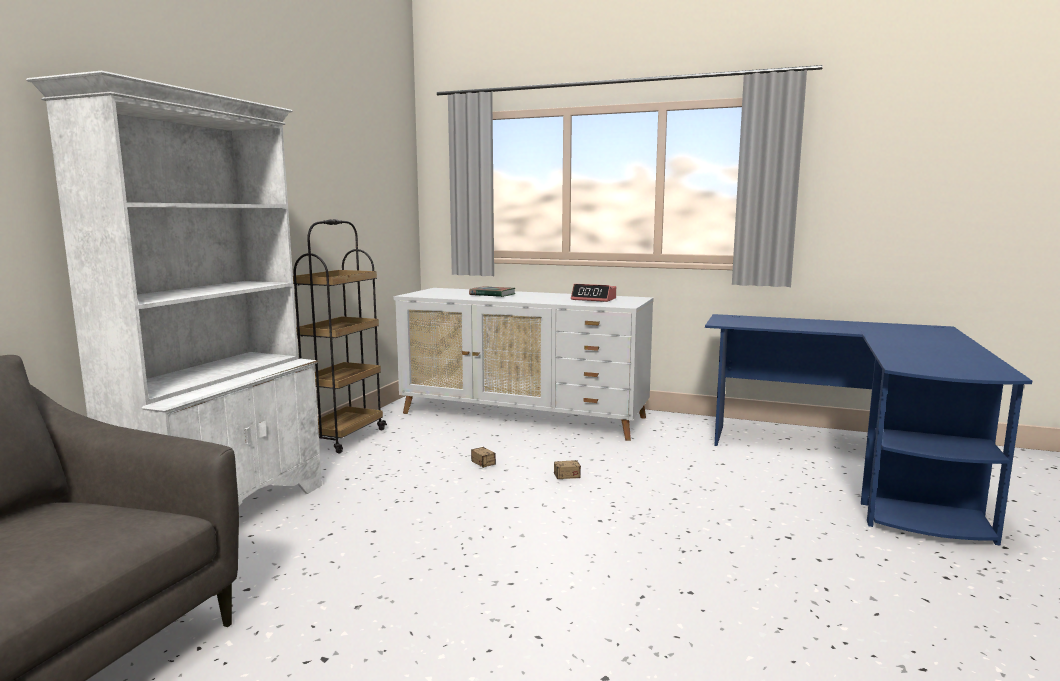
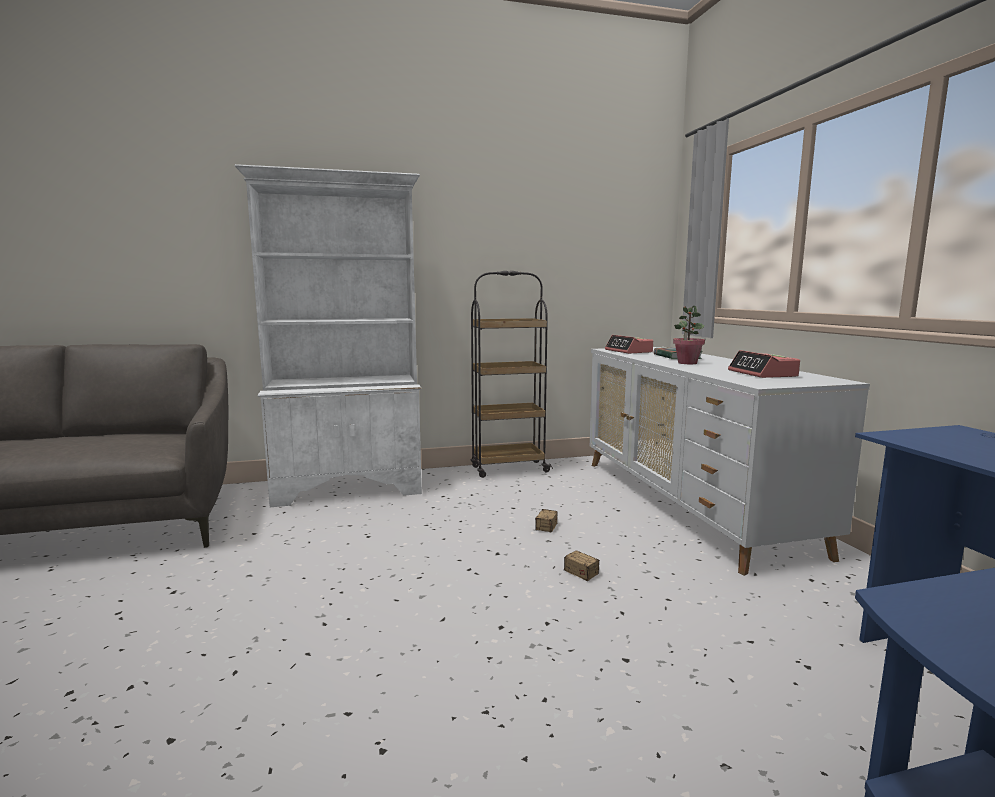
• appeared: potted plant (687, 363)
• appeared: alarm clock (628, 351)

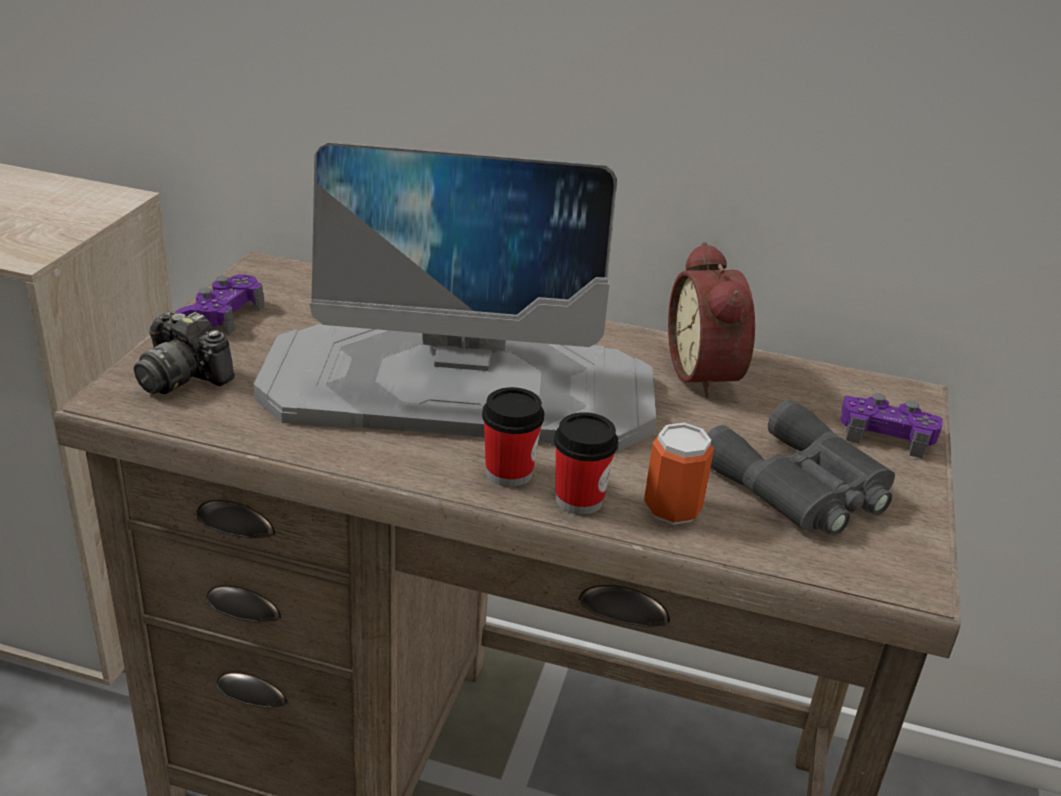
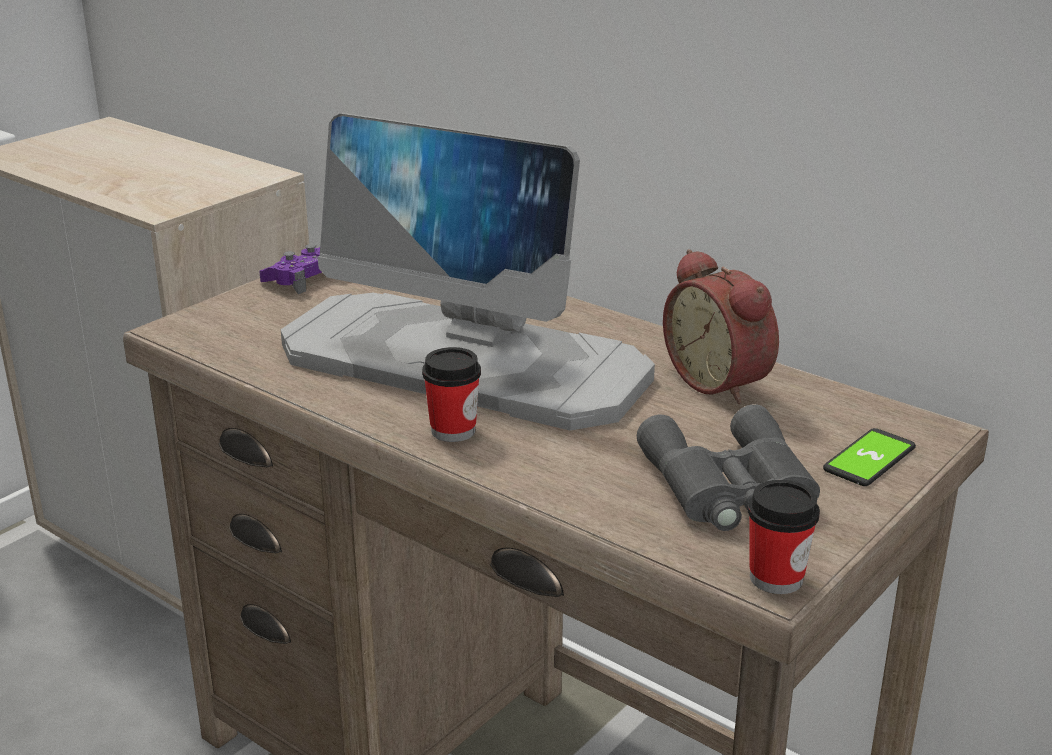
• spun: alarm clock (708, 373) = (721, 381) 45 degrees counterclockwise
• missing: photo camera (183, 376)
• exchanged: game controller (purple) (886, 433) to phone (869, 459)
• relocated: cup (579, 499) to (776, 578)
• missing: can (672, 508)

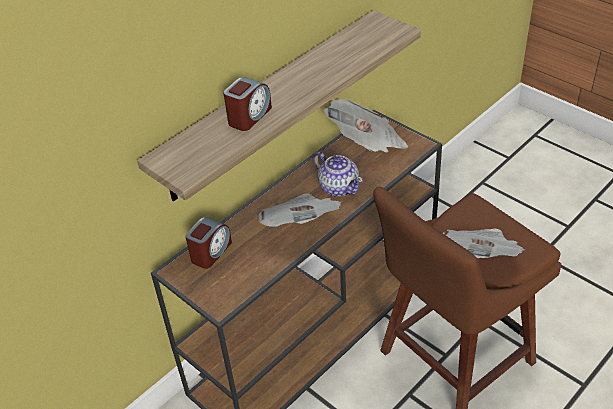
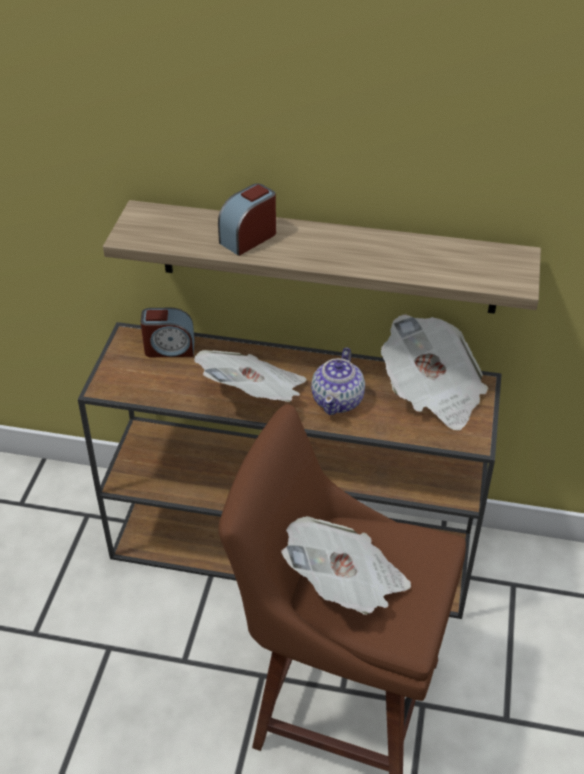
• spun: alarm clock (249, 116) = (248, 238) 135 degrees clockwise

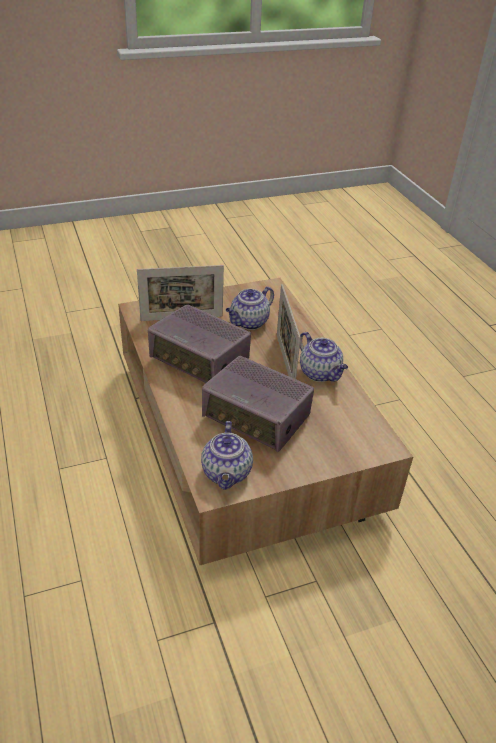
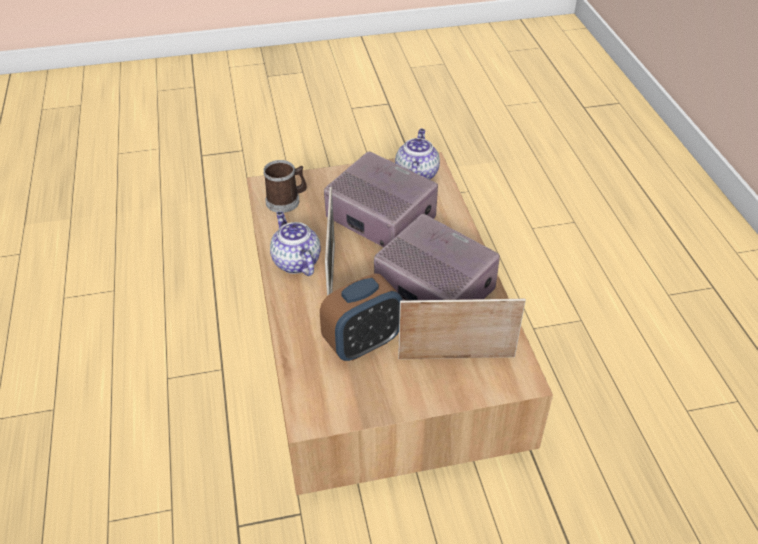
• exchanged: teapot (249, 323) to alarm clock (362, 343)
• appeared: mug (286, 201)

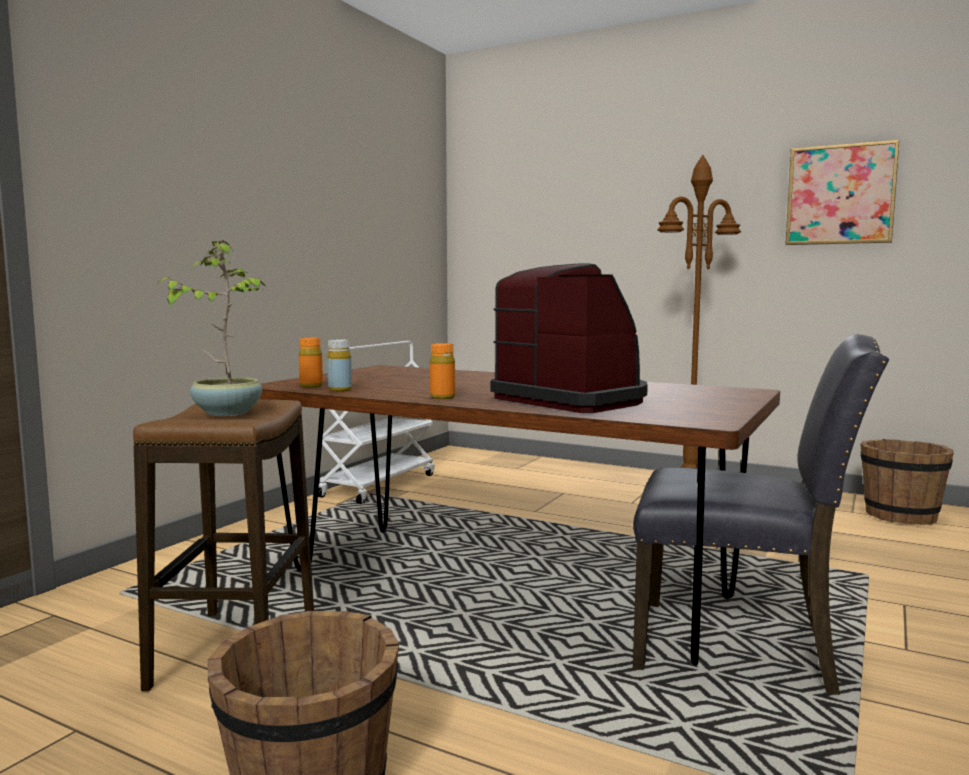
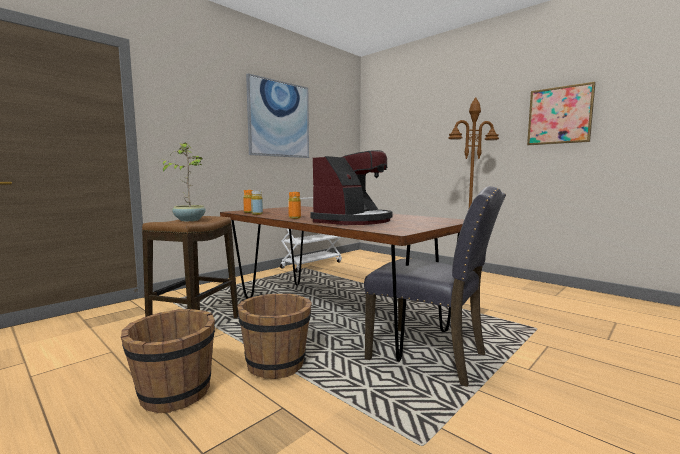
• spun: coffee machine (573, 400) = (353, 221) 60 degrees clockwise
• relocated: bucket (brown) (900, 516) to (276, 364)
• appeared: picture (279, 119)

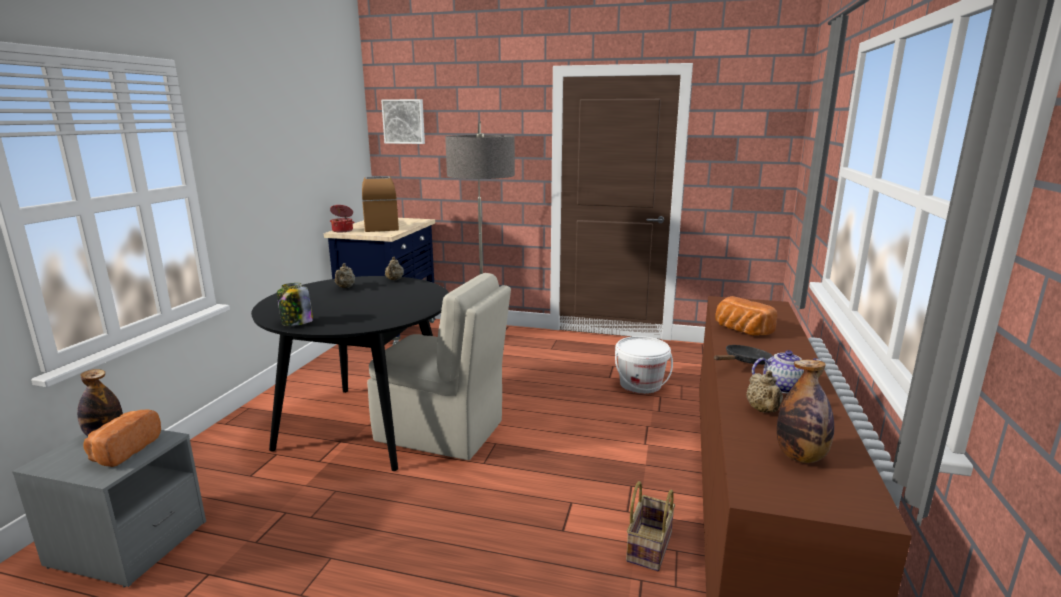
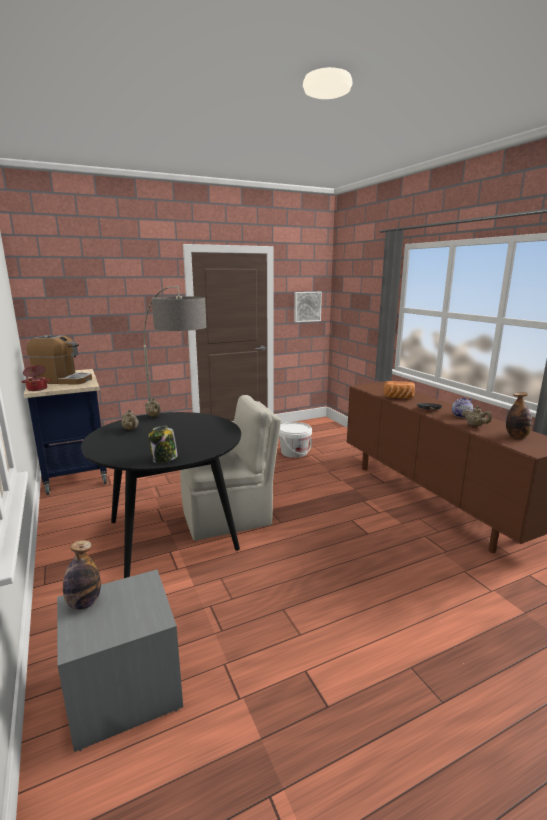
• relocated: picture (404, 121) to (307, 306)
• spun: coffee machine (381, 226) = (63, 380) 150 degrees clockwise
• missing: bread (123, 451)
• missing: basket (648, 545)

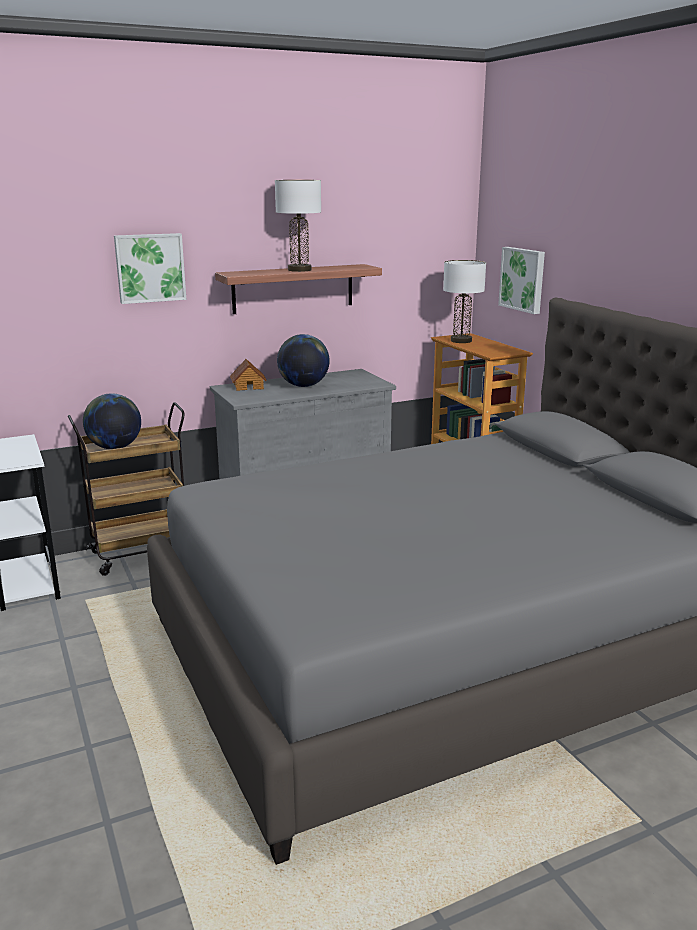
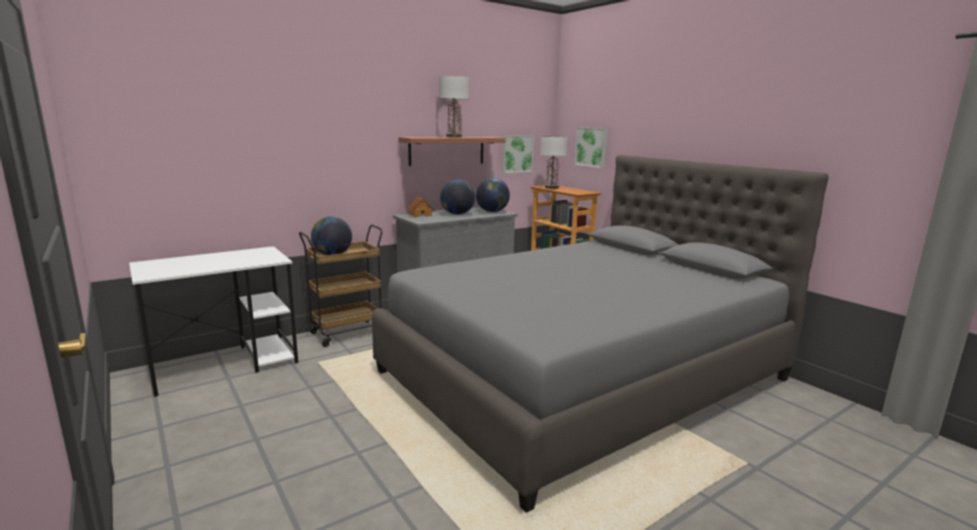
• relocated: picture (150, 268) to (516, 153)
• appeared: globe (492, 211)

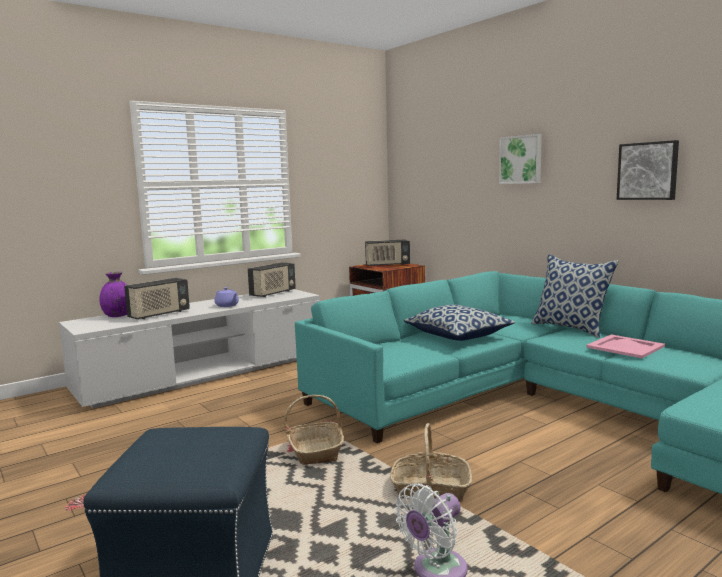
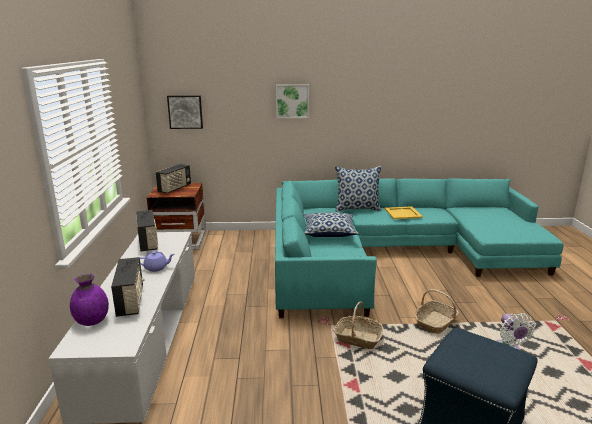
• relocated: picture (648, 171) to (185, 111)
• colour: tray (pink) (626, 347) to tray (yellow) (403, 213)

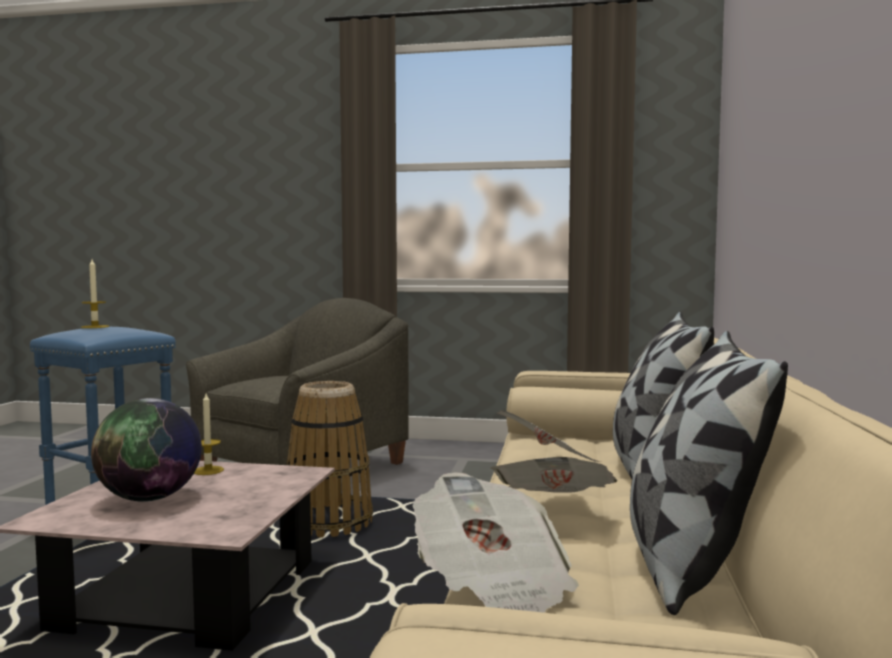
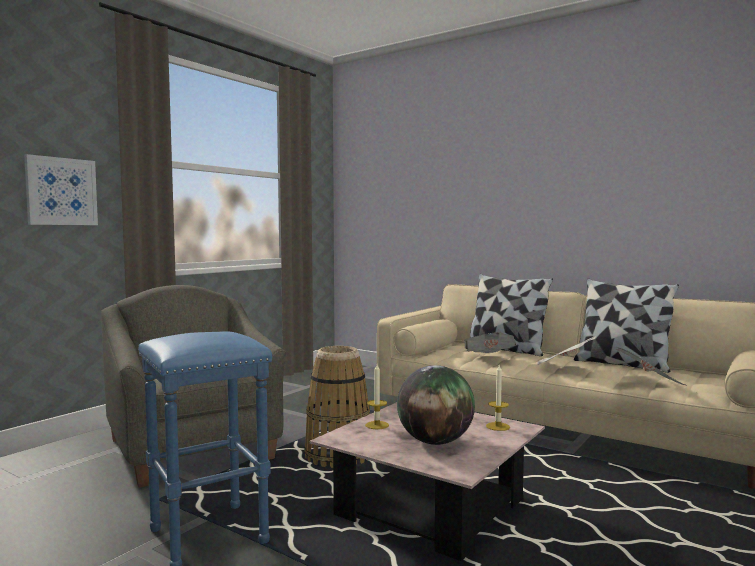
• relocated: candle (95, 327) to (498, 426)
• appeared: picture (61, 191)

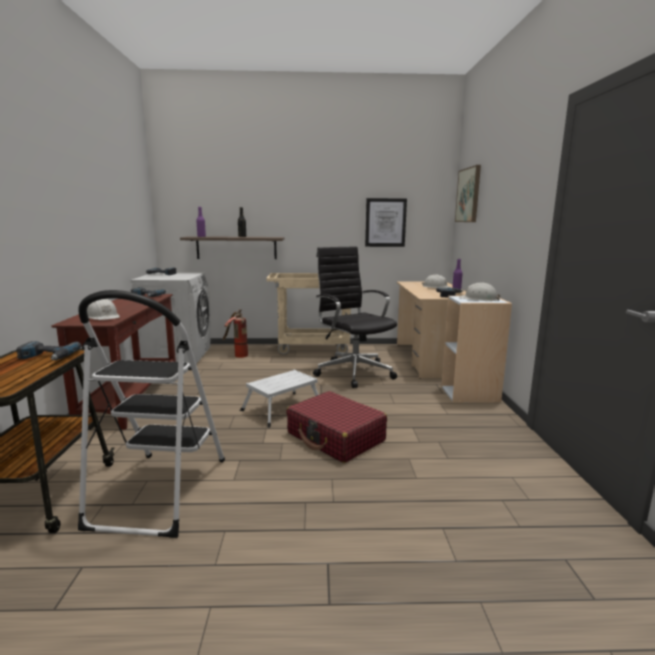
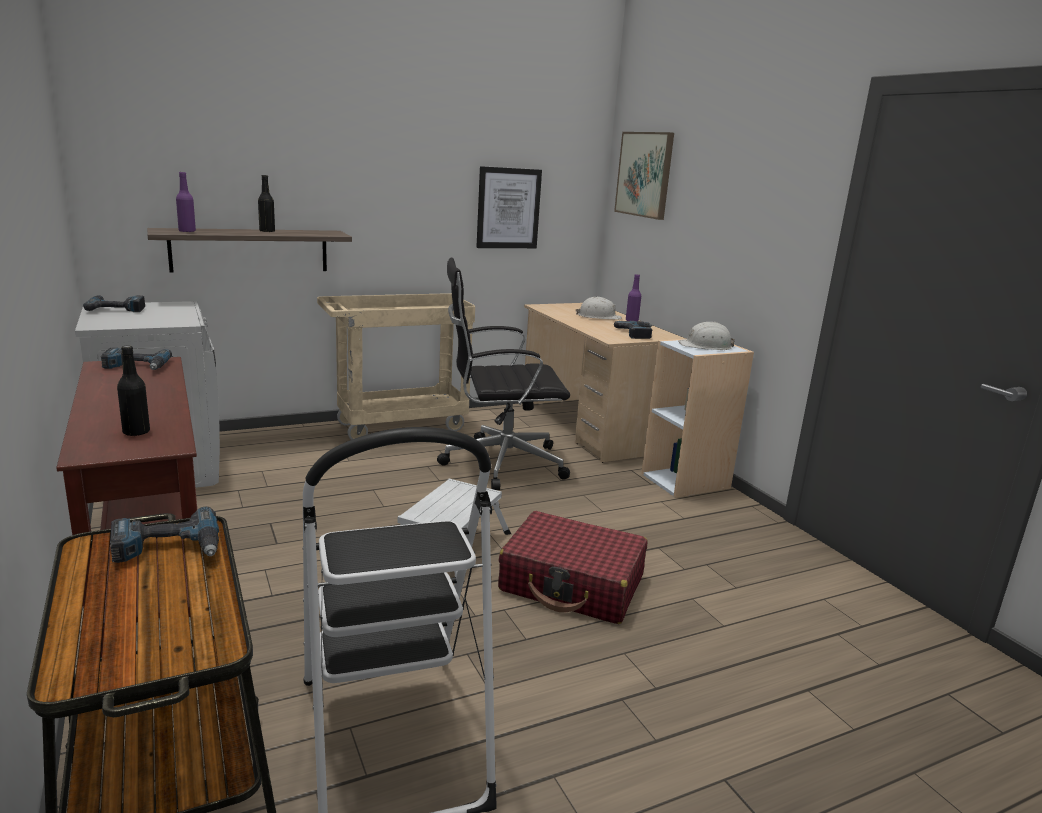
• spun: office chair (black) (353, 372) = (500, 463) 45 degrees counterclockwise
• exchanged: hard hat (white) (102, 317) to bottle (black) (136, 432)
• missing: fire extinguisher (236, 355)

